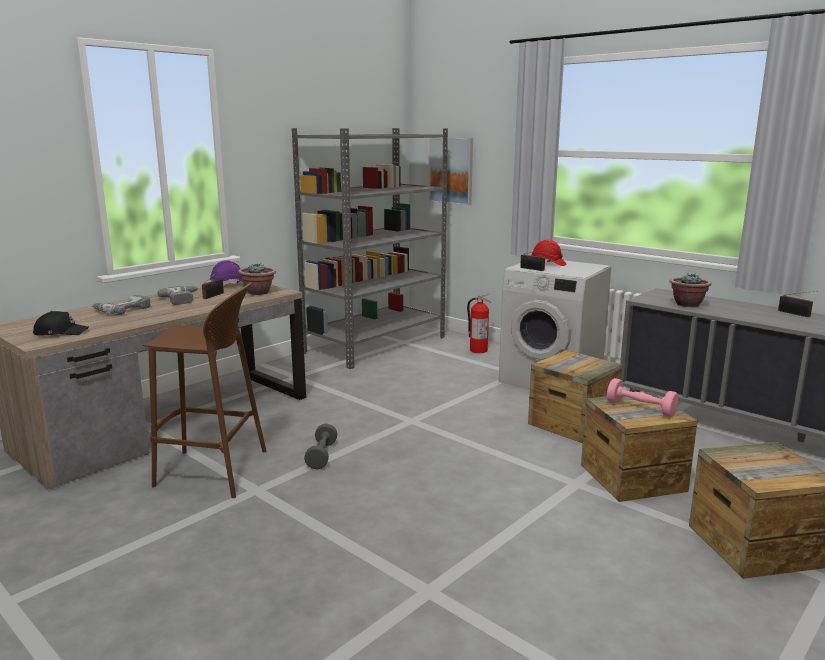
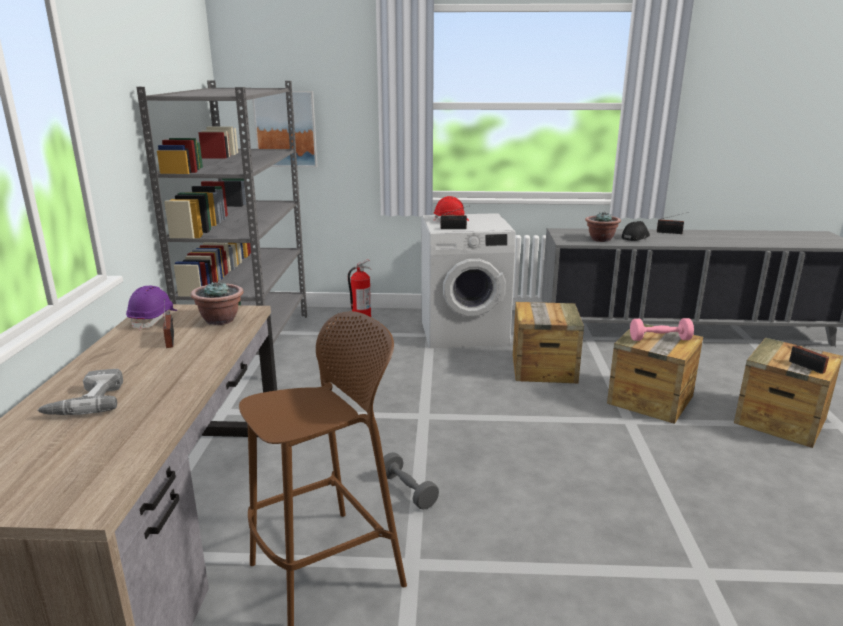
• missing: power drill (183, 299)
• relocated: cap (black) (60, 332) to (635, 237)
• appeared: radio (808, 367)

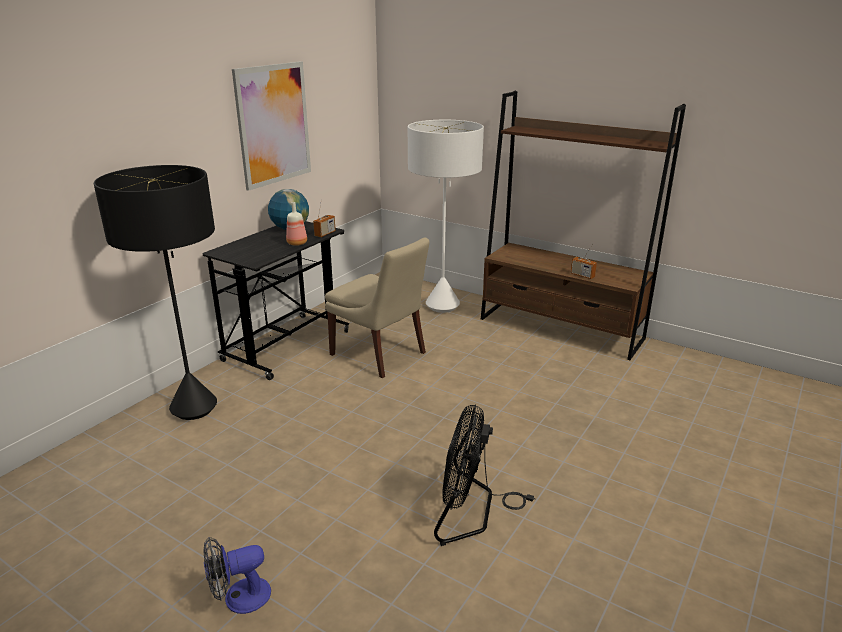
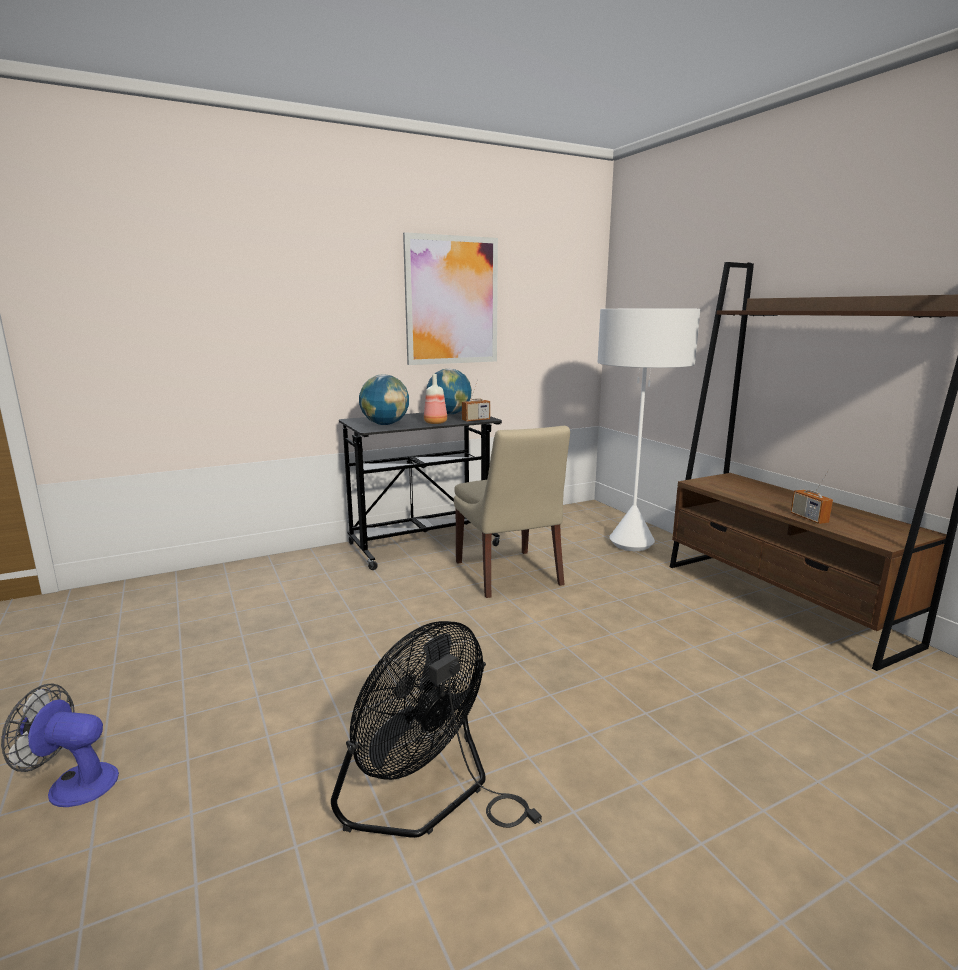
• missing: floor lamp (black) (194, 409)
• appeared: globe (385, 424)

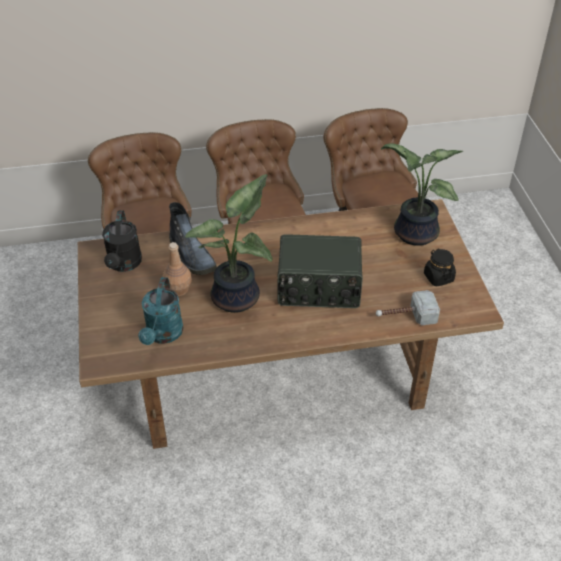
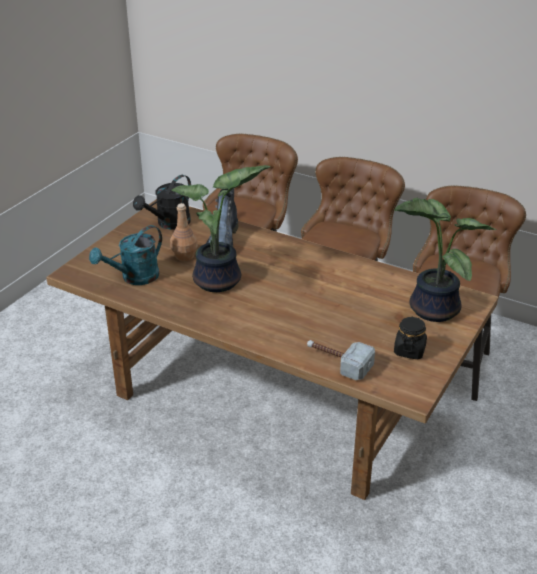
• missing: radio (319, 288)

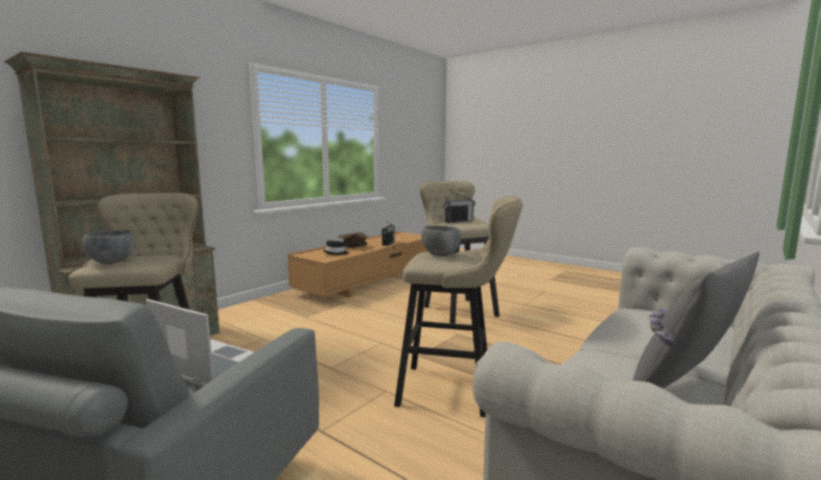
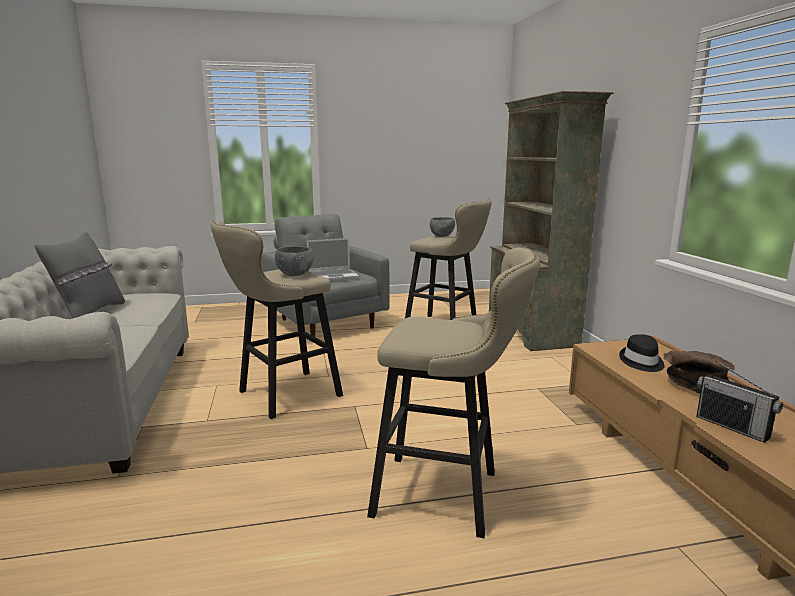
• missing: radio (459, 221)

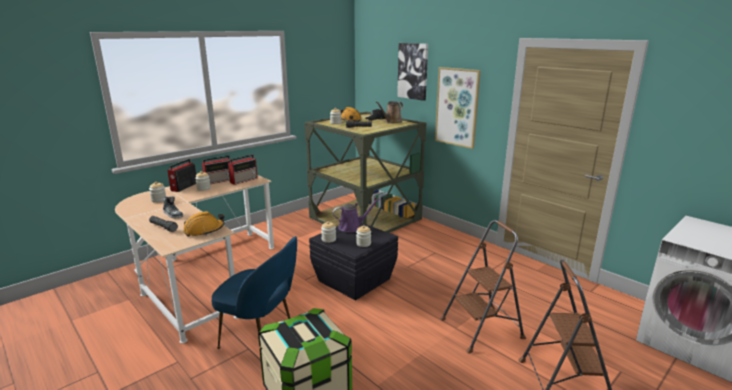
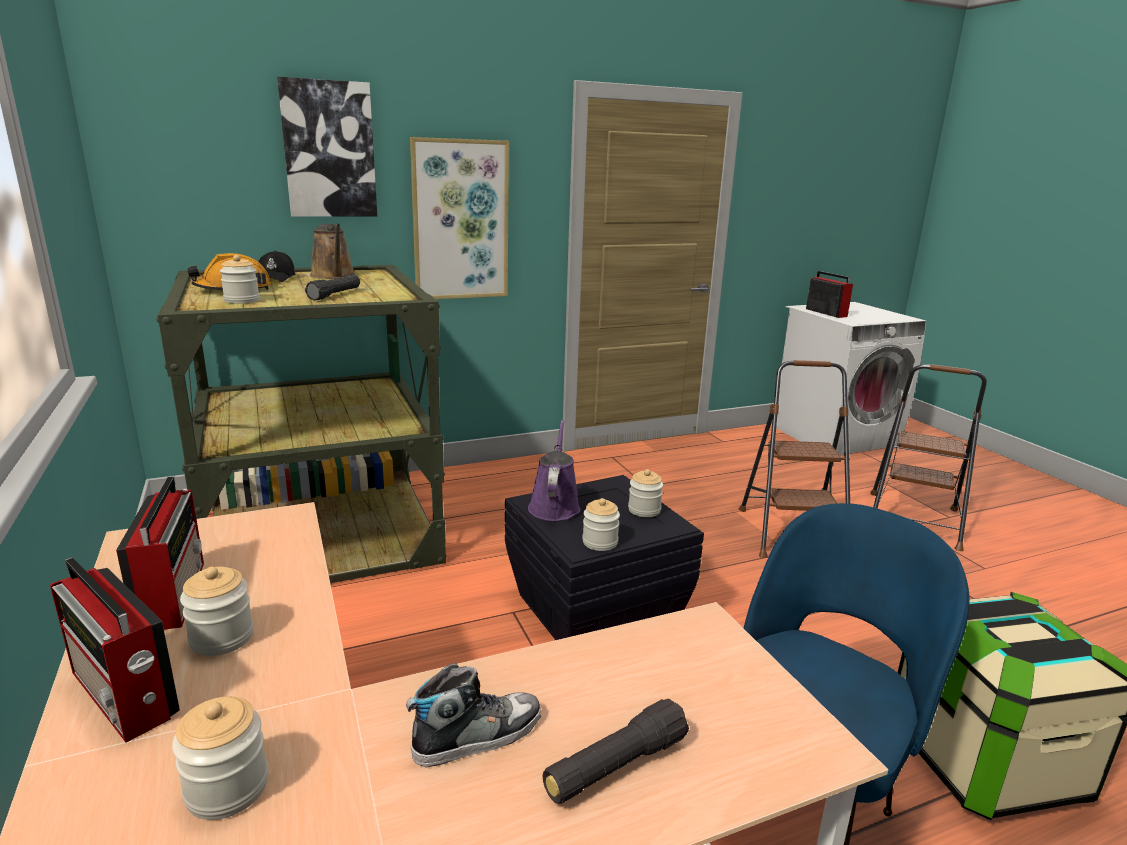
• relocated: radio (244, 180) to (825, 313)
• missing: hard hat (orange) (204, 230)

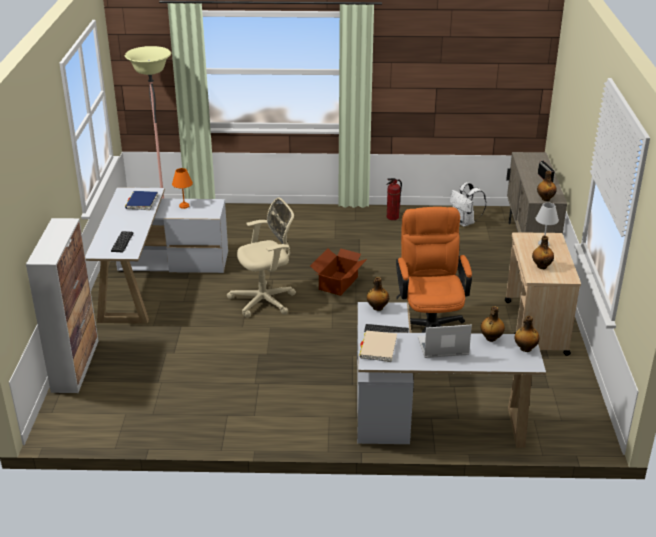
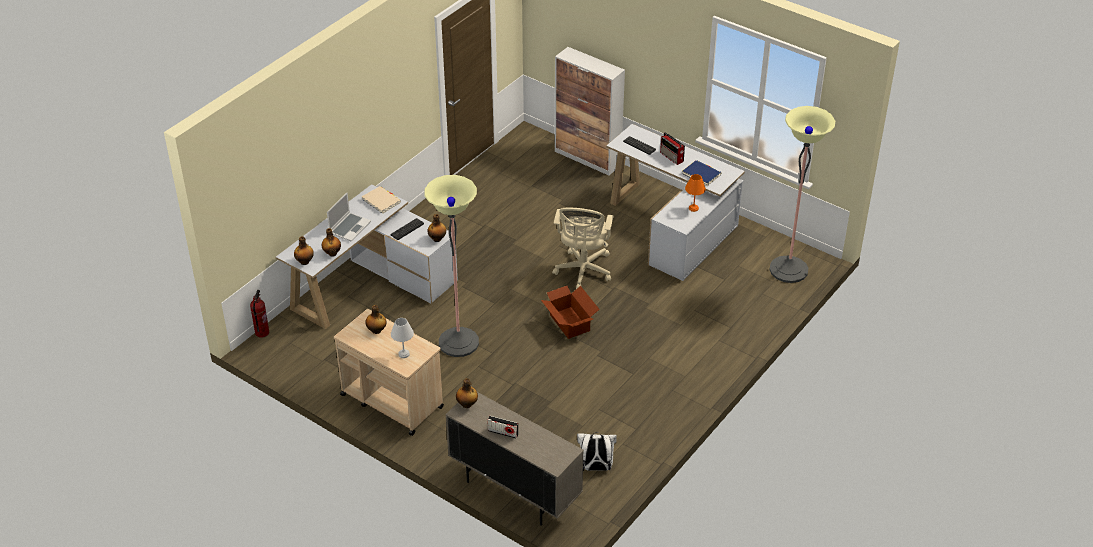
• relocated: fire extinguisher (392, 217) to (262, 332)
• exchanged: office chair (orange) (430, 325) to floor lamp (458, 342)
• appeared: radio (672, 157)

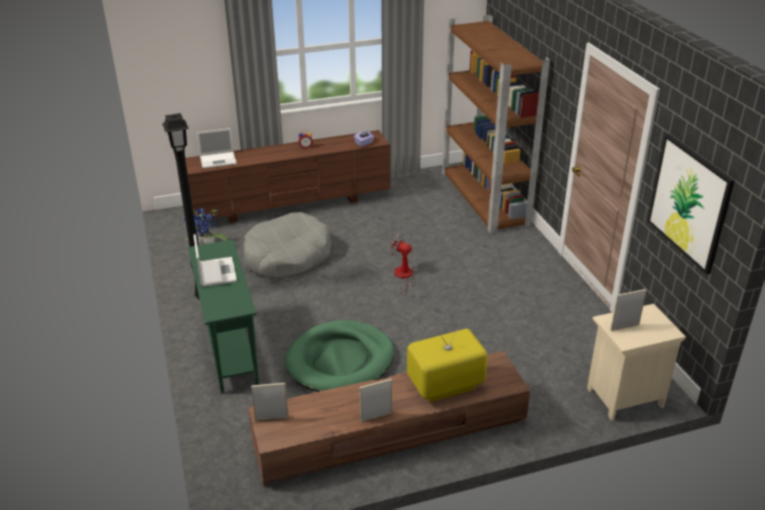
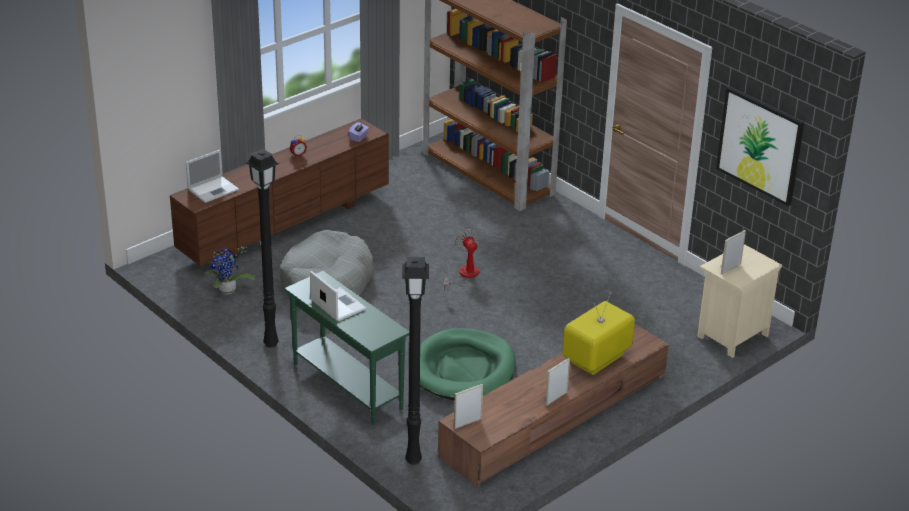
• spun: fan (404, 277) = (465, 276) 60 degrees clockwise
• appeared: floor lamp (black) (414, 461)

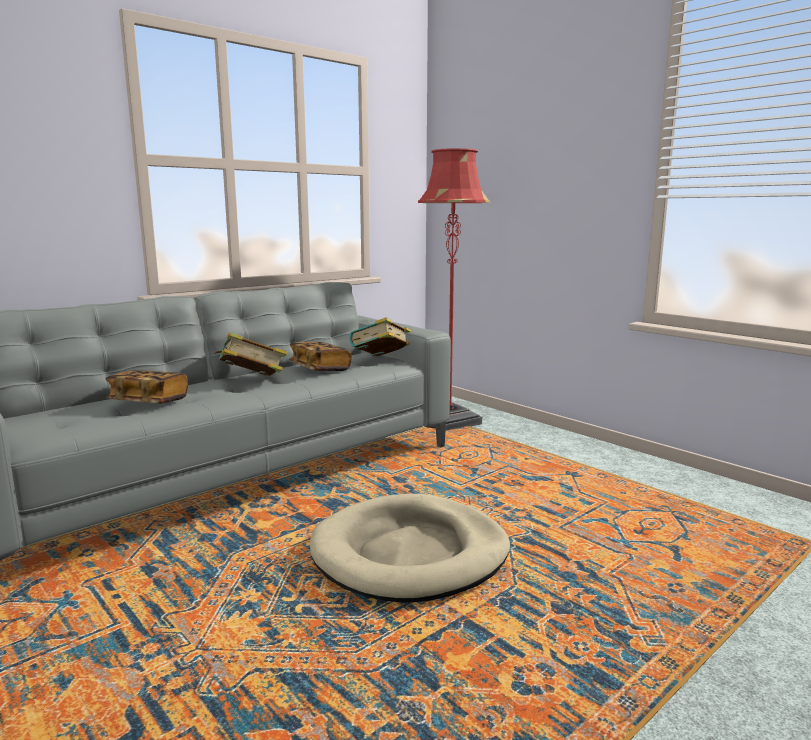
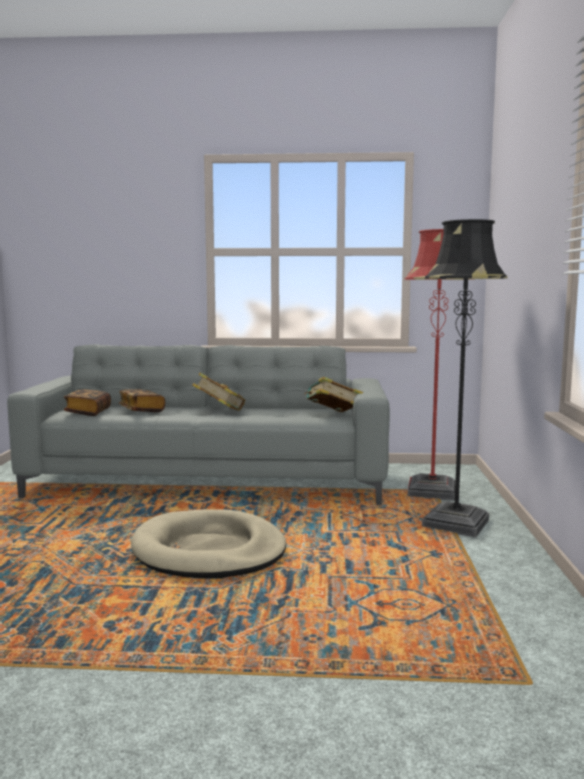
• relocated: book (320, 369) to (88, 412)
• appeared: floor lamp (black) (456, 524)

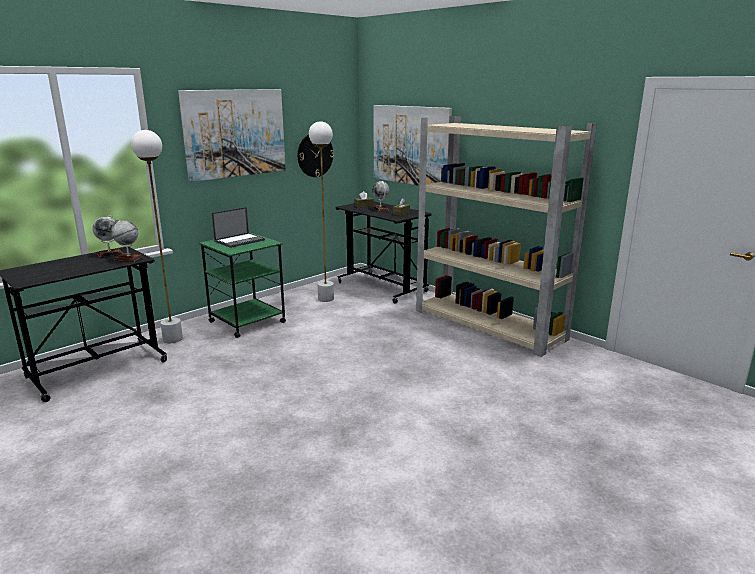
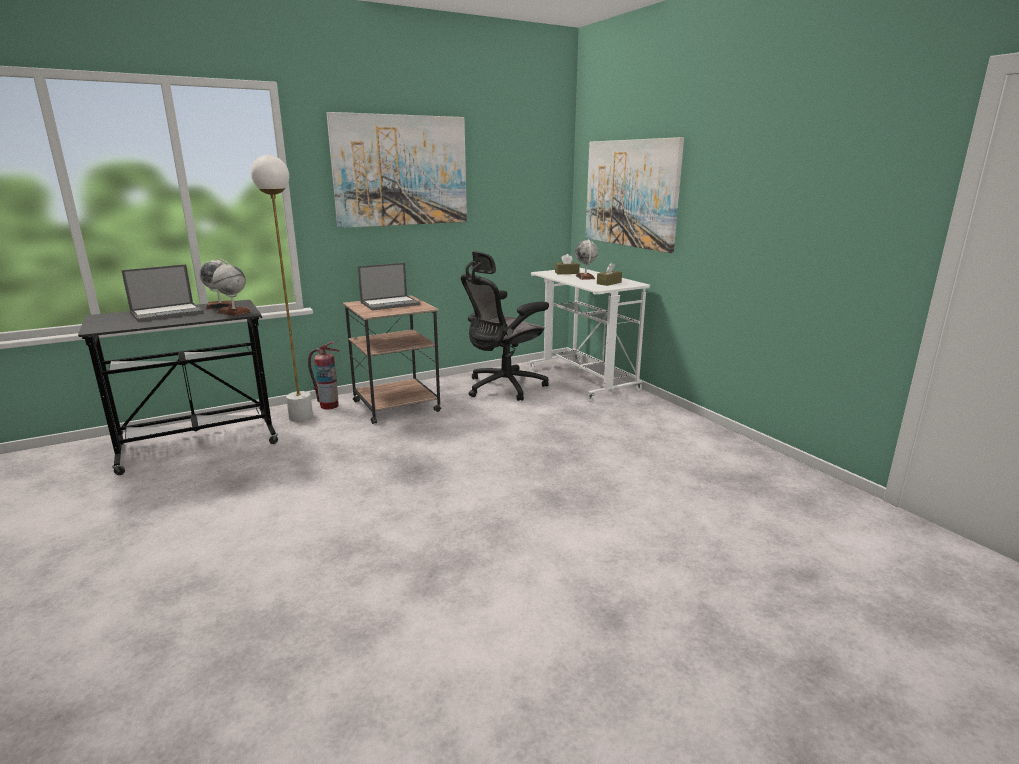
• missing: bookcase (beige) (488, 324)
• exchanged: floor lamp (white) (325, 299) to office chair (505, 387)
• missing: wall clock (315, 154)
• colour: desk (black) (382, 287) to desk (white) (583, 379)
• colour: cart (green) (248, 321) to cart (brown) (397, 405)
• appeared: laptop (168, 312)
• appeared: fire extinguisher (329, 405)

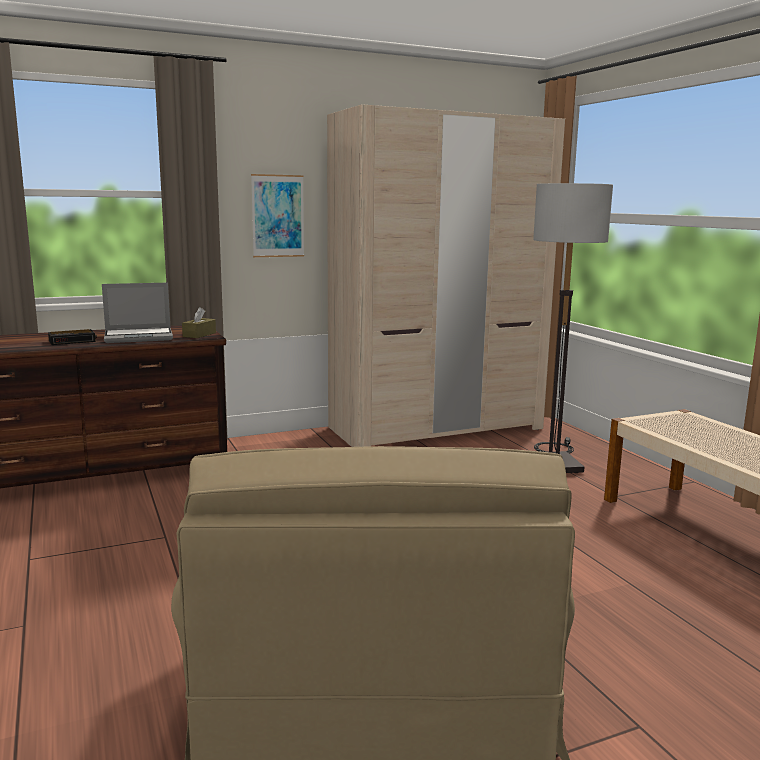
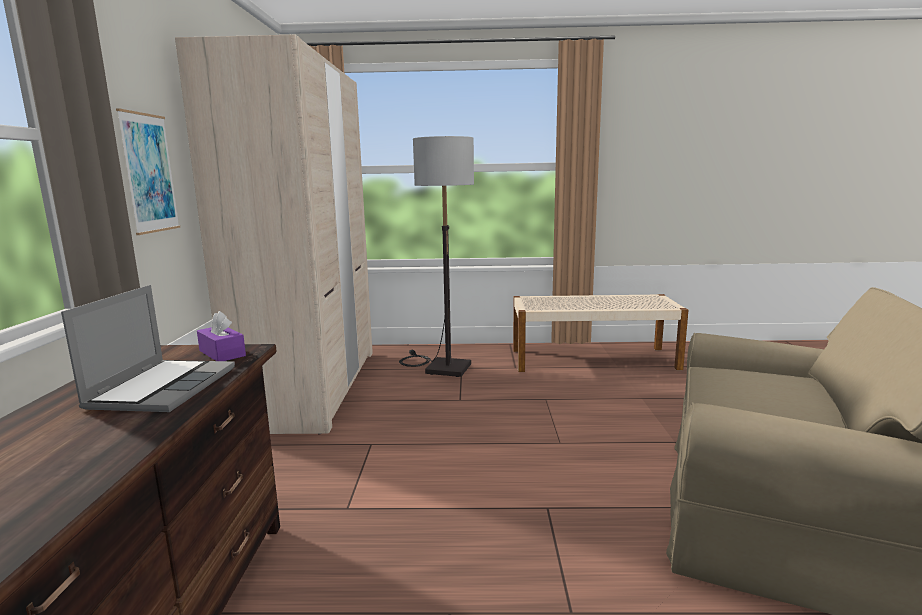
• colour: tissue box (brown) (199, 335) to tissue box (purple) (222, 353)
• missing: alarm clock (73, 341)

